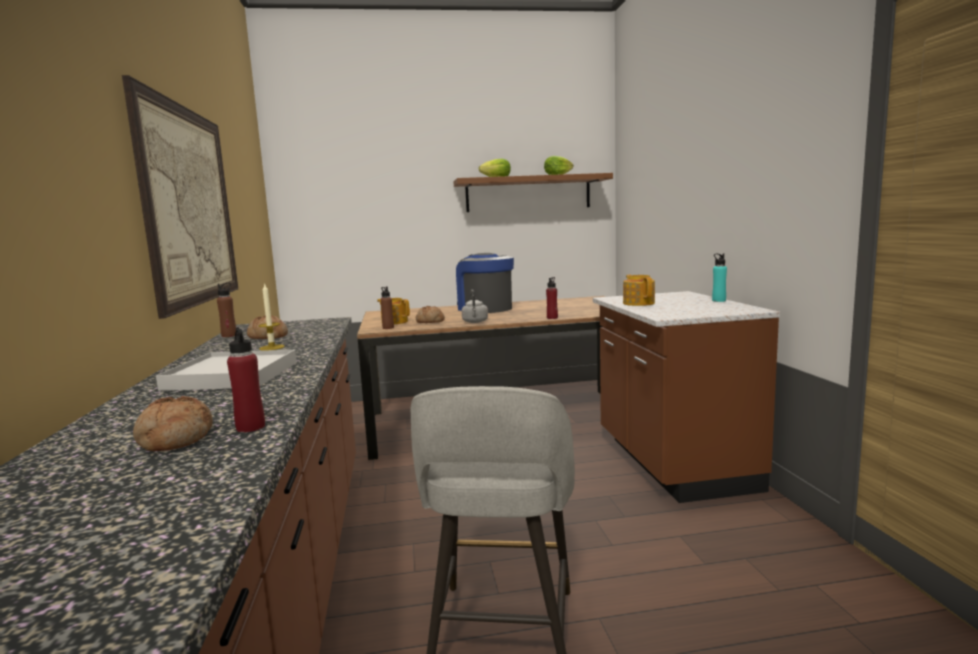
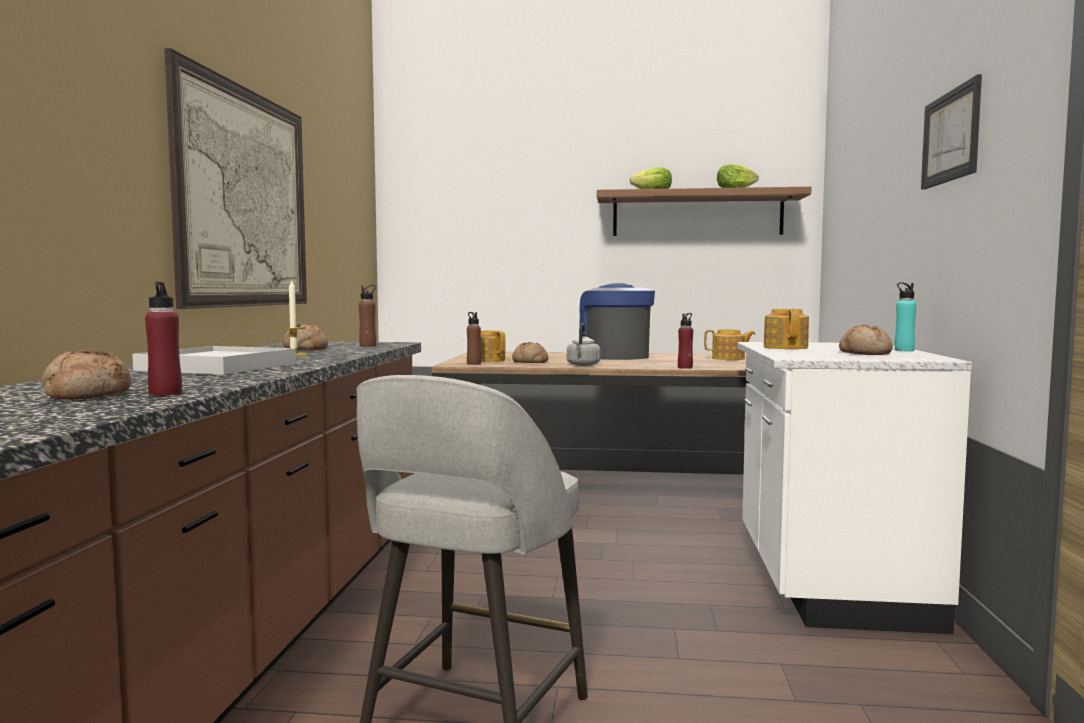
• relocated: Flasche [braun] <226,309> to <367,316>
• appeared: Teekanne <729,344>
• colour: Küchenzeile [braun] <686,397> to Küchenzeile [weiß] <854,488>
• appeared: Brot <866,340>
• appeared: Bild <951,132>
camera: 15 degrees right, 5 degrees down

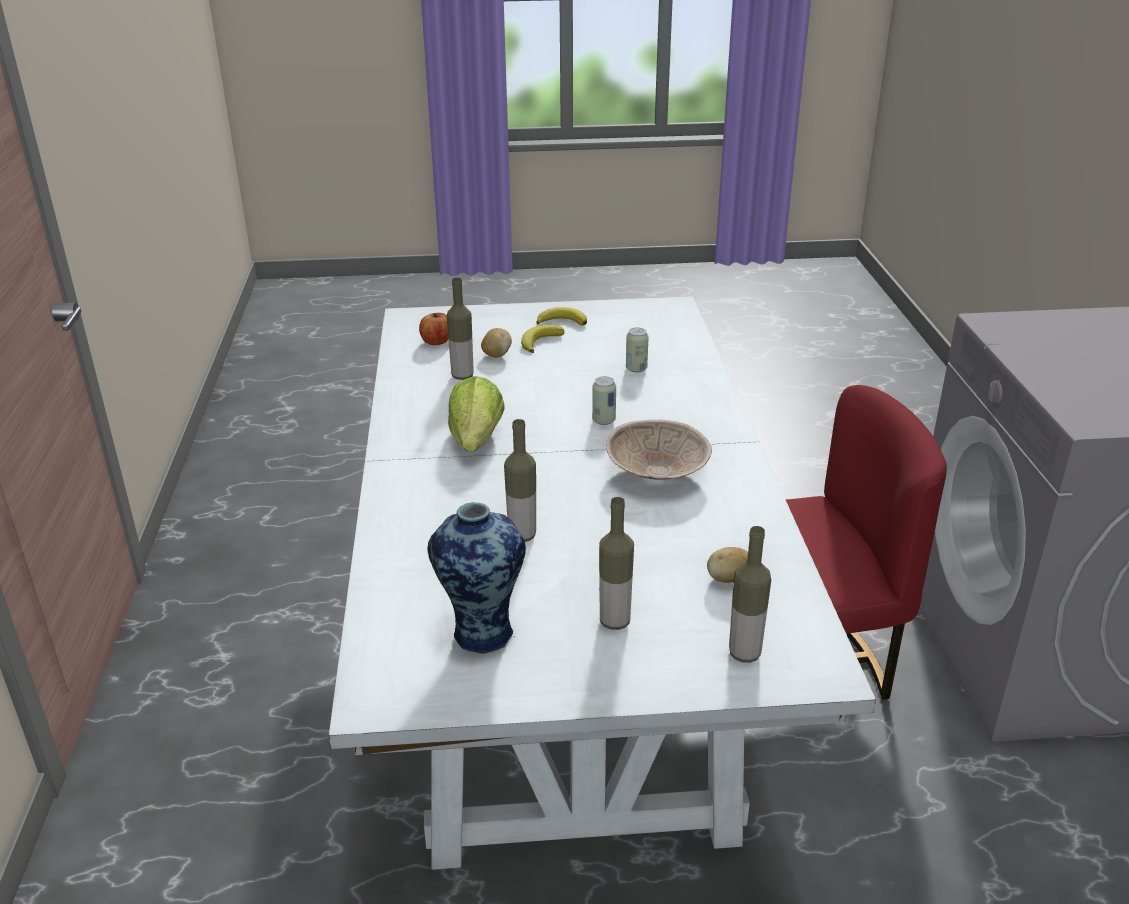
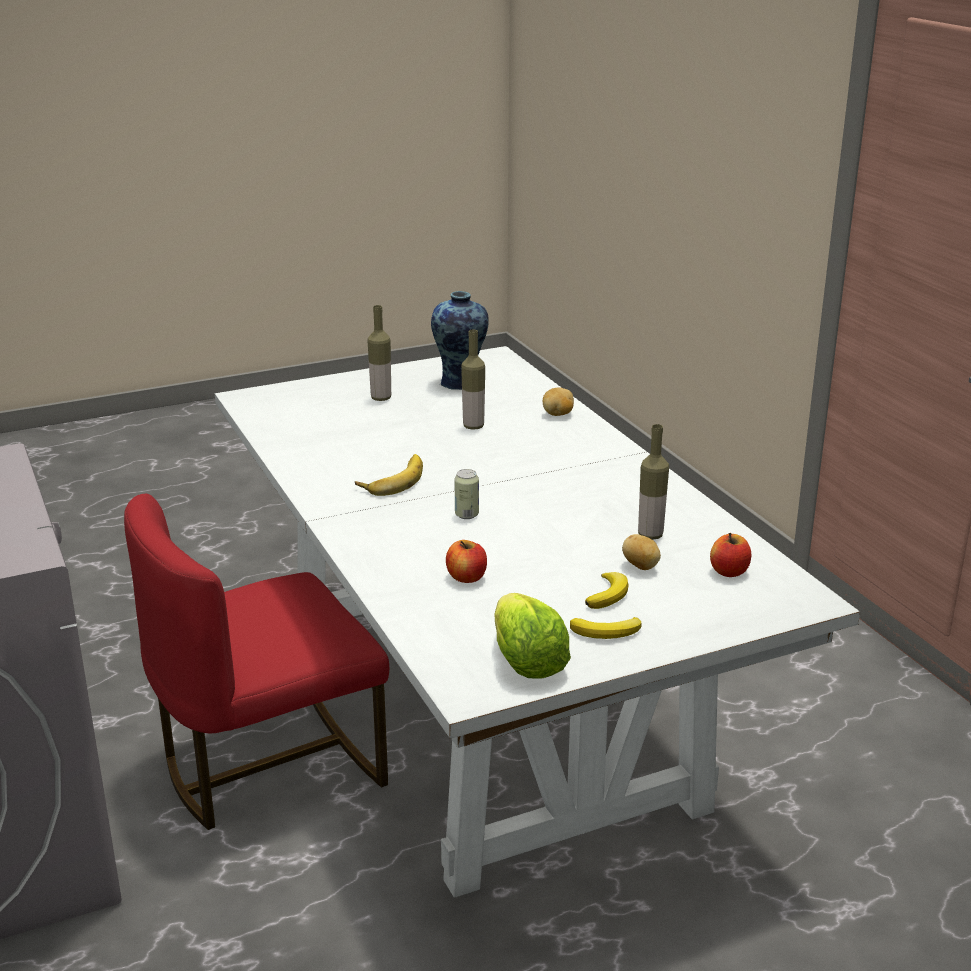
• exchanged: Schüssel [beige] <659,450> to Banane <389,475>
• exchanged: Dose <637,350> to Apfel <466,561>
• relocated: Salatkopf <476,413> to <532,636>
• relocated: Kartoffel <727,565> to <558,401>
• missing: Flasche <750,594>
camera: 160 degrees right, 5 degrees down

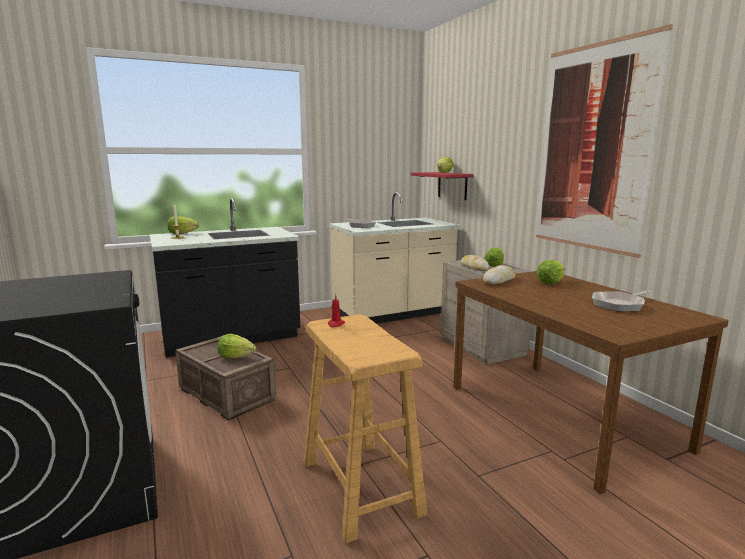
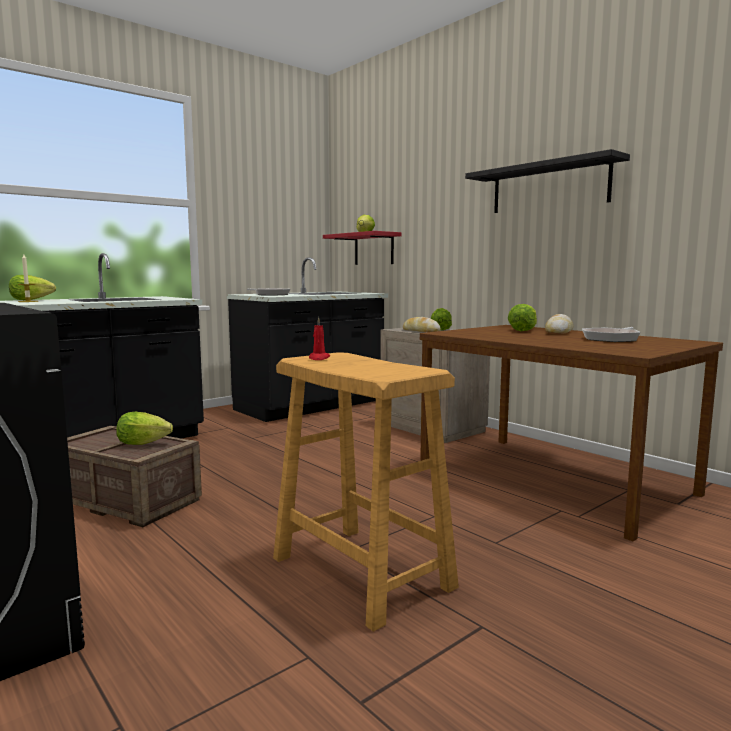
• colour: Küchenzeile [beige] <395,258> to Küchenzeile [schwarz] <307,339>
• exchanged: Bild <604,141> to Wandregal [schwarz] <547,181>
• relocated: Brot <499,275> to <559,324>
camera: 15 degrees left, 5 degrees down

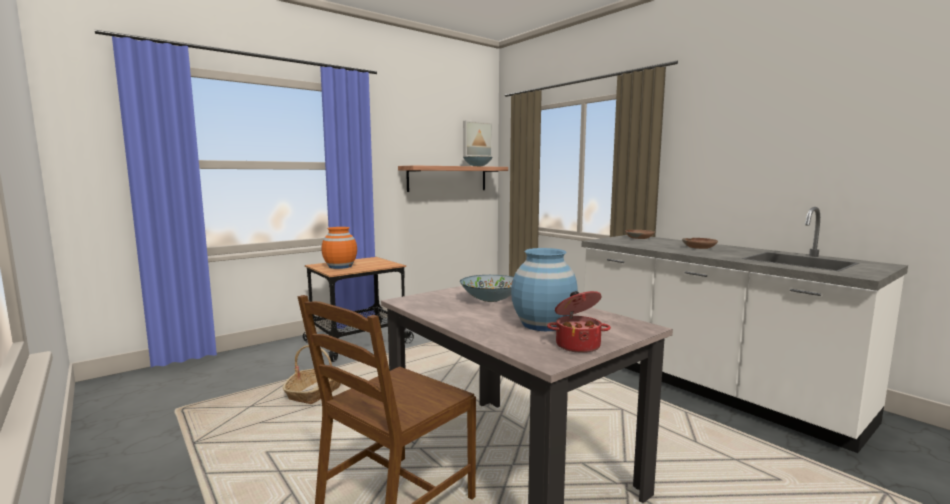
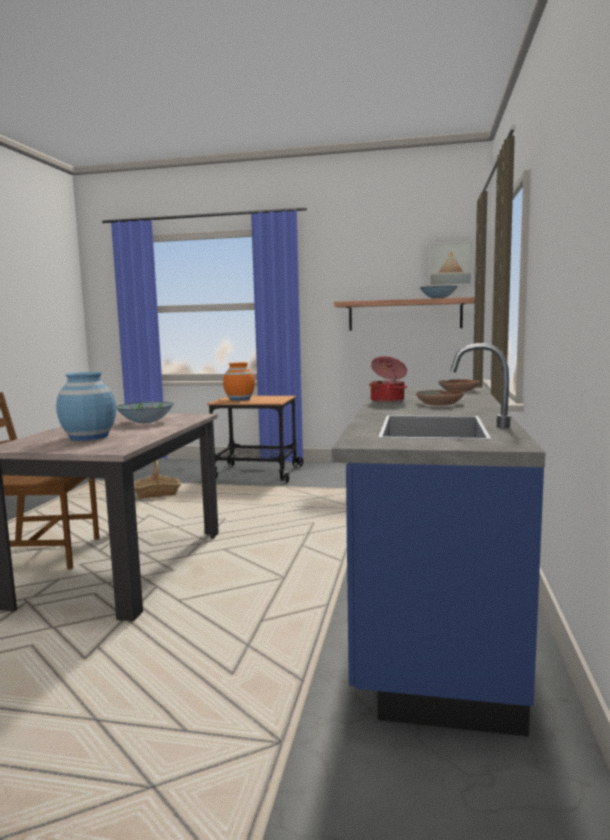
• colour: Küchenzeile [weiß] <745,330> to Küchenzeile [blau] <439,540>
• relocated: Kochtopf <579,322> to <388,379>
camera: 50 degrees right, 0 degrees up

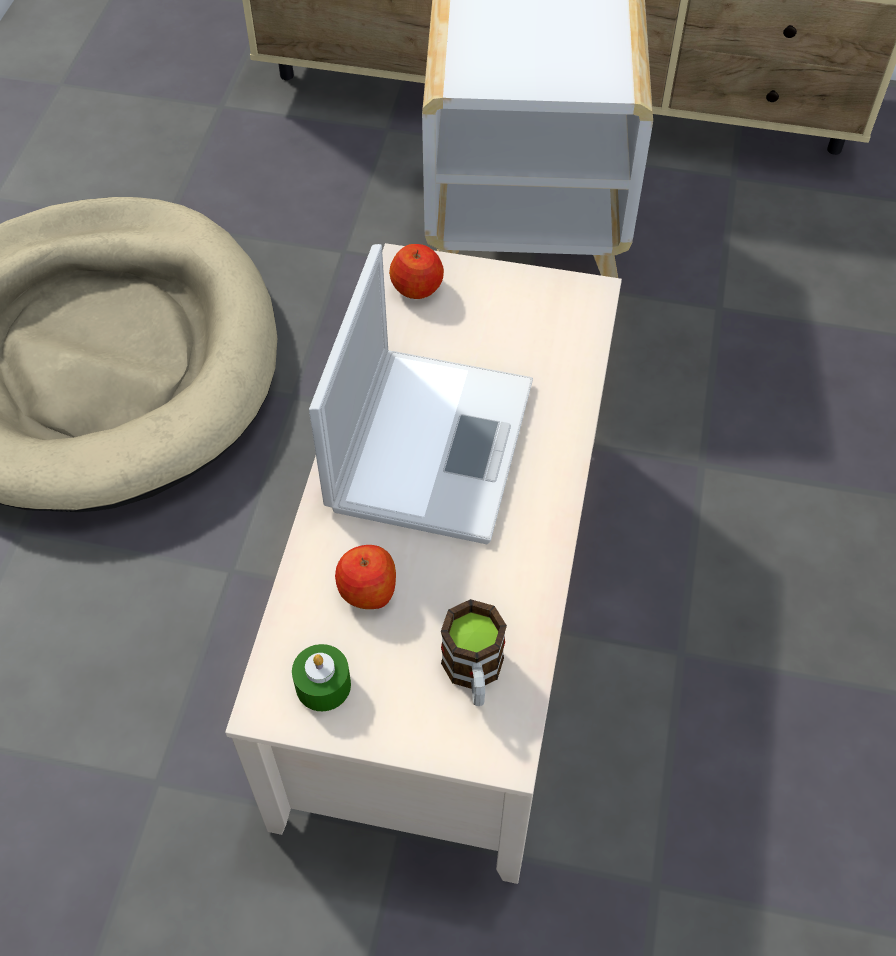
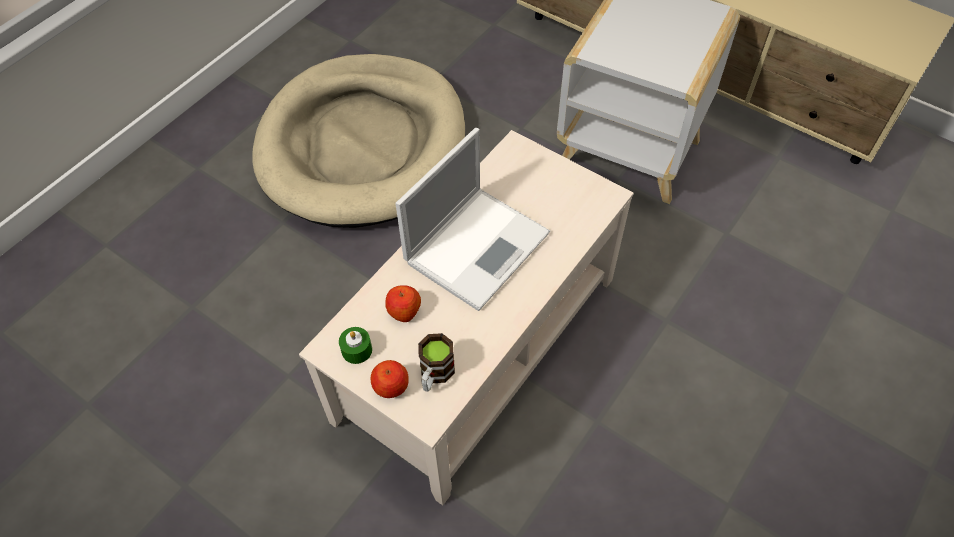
• relocated: Apfel <416,271> to <390,379>
camera: 25 degrees right, 0 degrees up

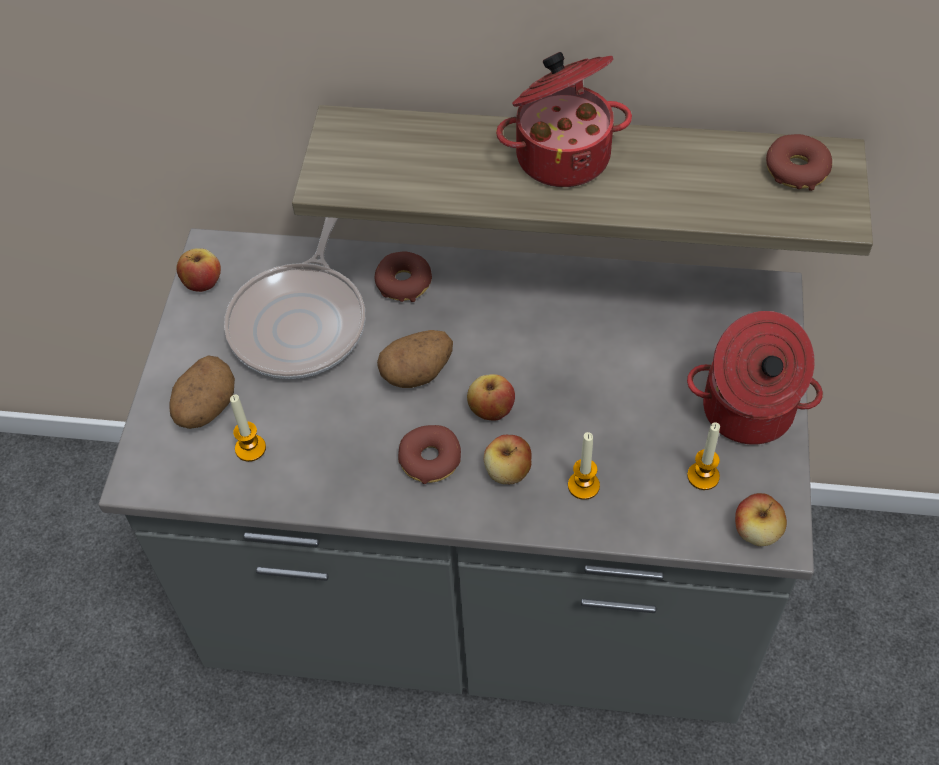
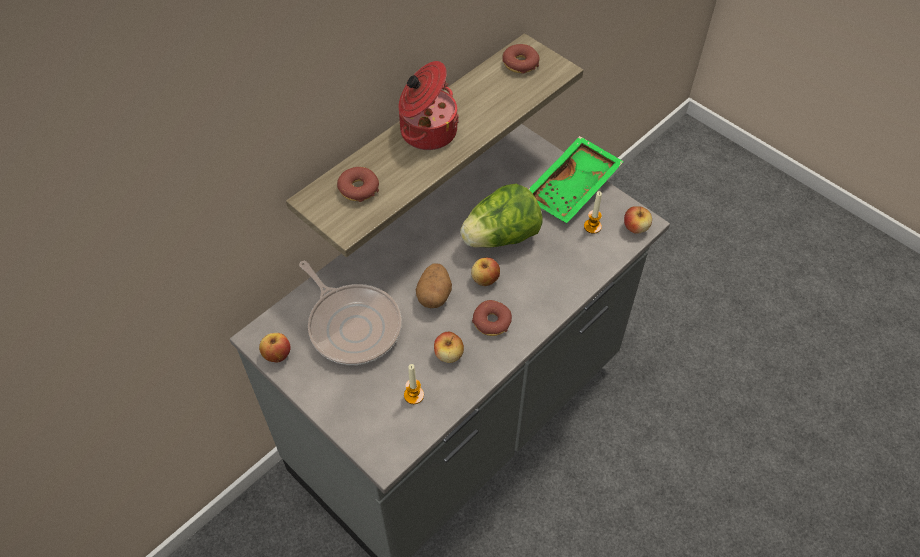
• relocated: Donut <403,277> to <358,184>
• relocated: Apfel <508,459> to <449,347>
• appeared: Salatkopf <501,216>
• exchanged: Kochtopf <755,378> to Tablett [grün] <576,179>
• missing: Kartoffel <202,392>
• missing: Kerze <584,466>
camera: 55 degrees left, 0 degrees up

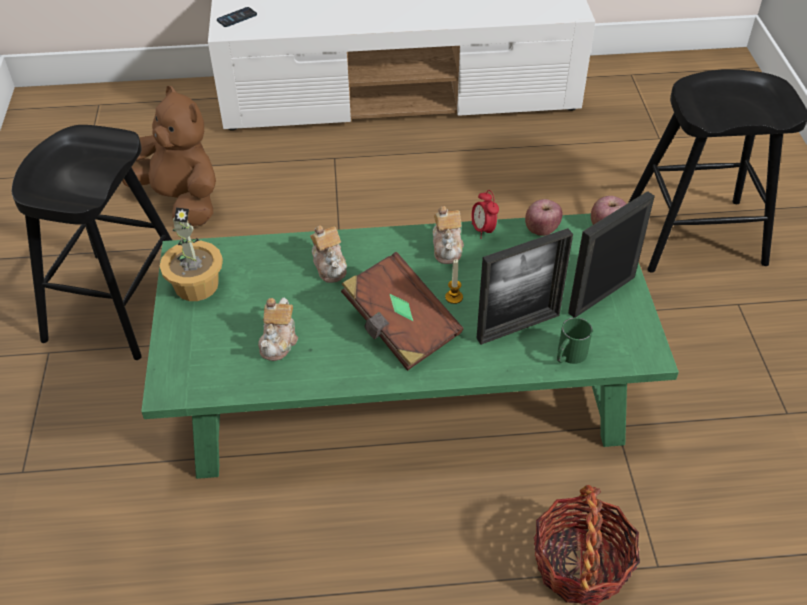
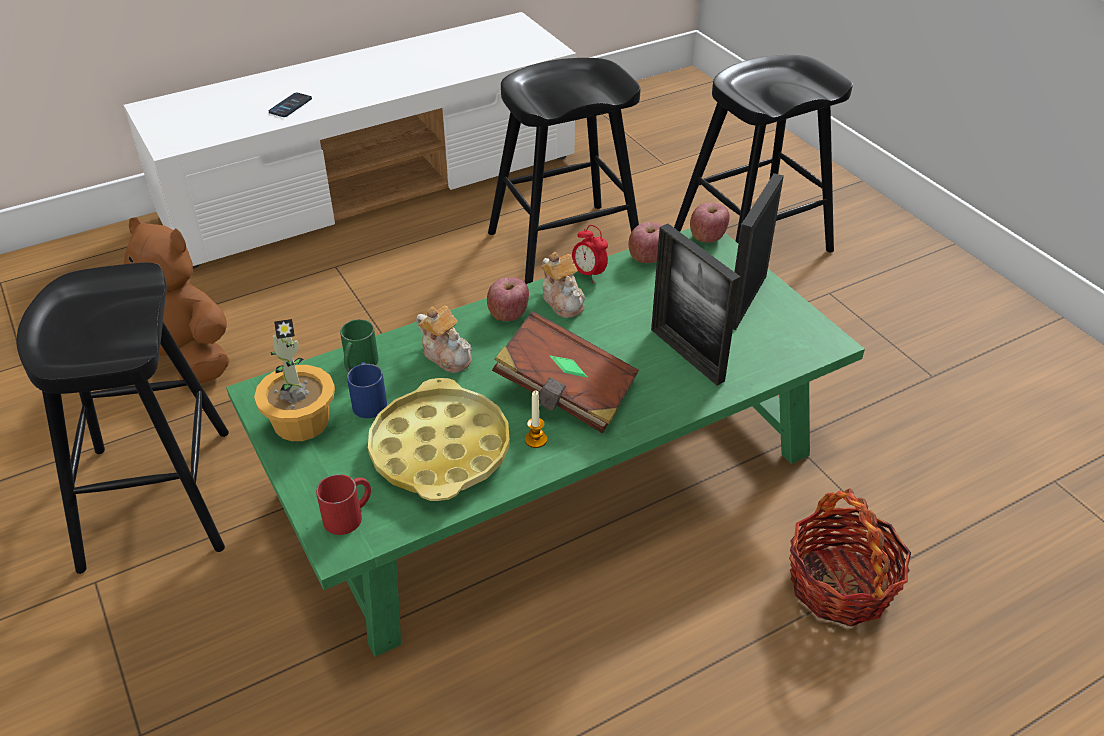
• relocated: Handy <237,17> to <290,105>
• appeared: Henkelbecher [rot] <343,504>
• relocated: Henkelbecher [grün] <575,340> to <359,345>
• appeared: Henkelbecher [blau] <367,390>
• exchanged: Teekanne <278,329> to Tablett [gelb] <439,439>
• appeared: Apfel <508,299>
• appeared: Hocker [schwarz] <564,171>
• relocated: Kerze <454,281> to <536,419>
• spun: Bilderrahmen <524,286> = <696,304> 105 degrees clockwise
camera: 25 degrees left, 5 degrees down

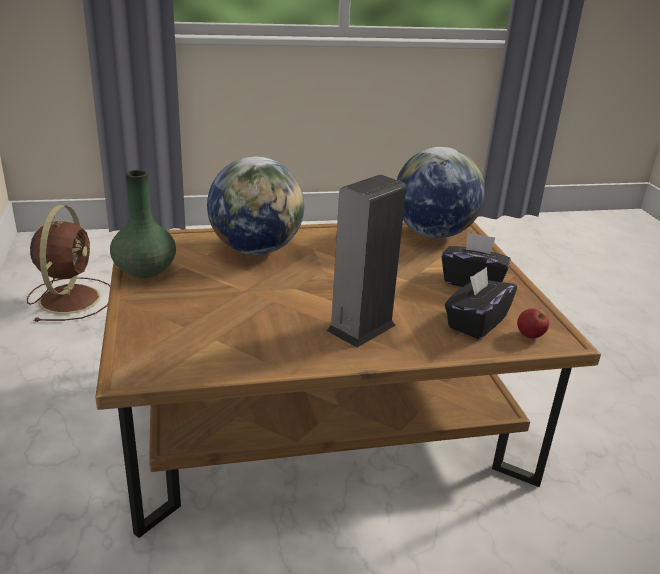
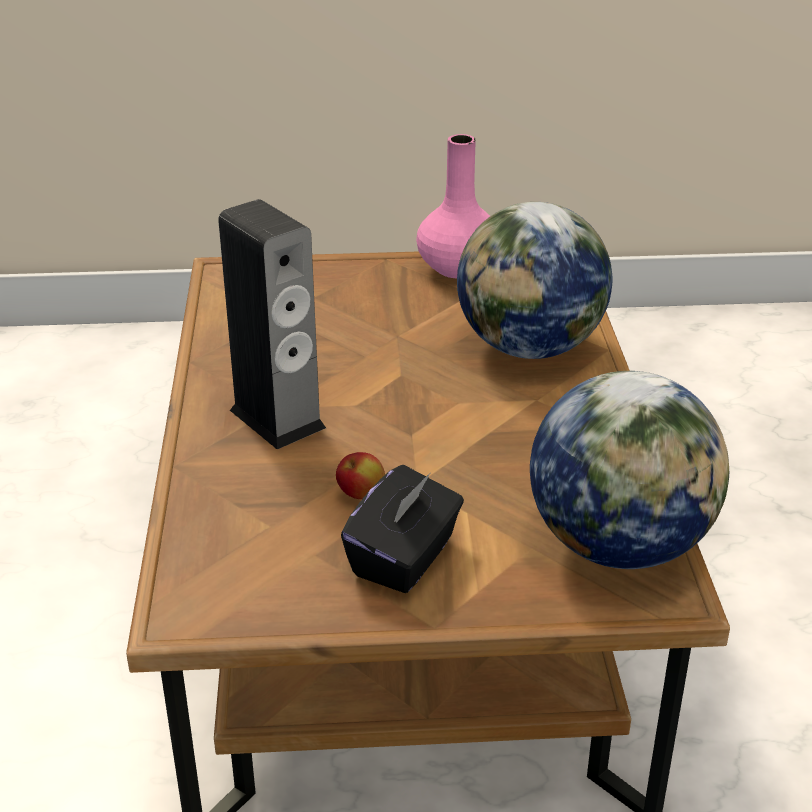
• relocated: Apfel <533,323> to <360,475>
• colour: Vase [grün] <143,224> to Vase [rosa] <453,206>
• missing: Ventilator [braun] <68,263>
• missing: Taschentuchbox [schwarz] <481,303>
camera: 100 degrees right, 5 degrees up

